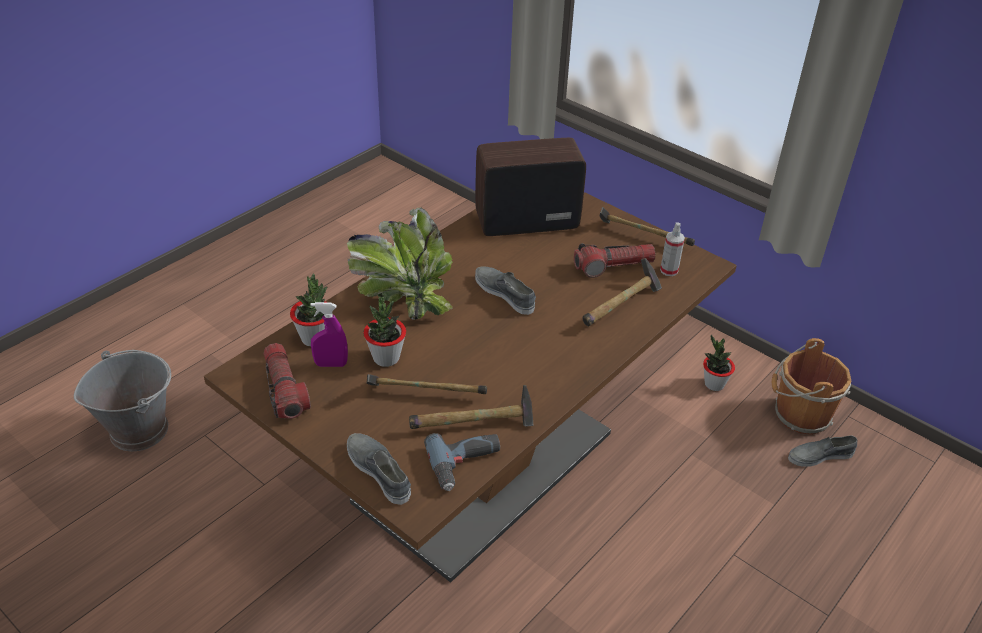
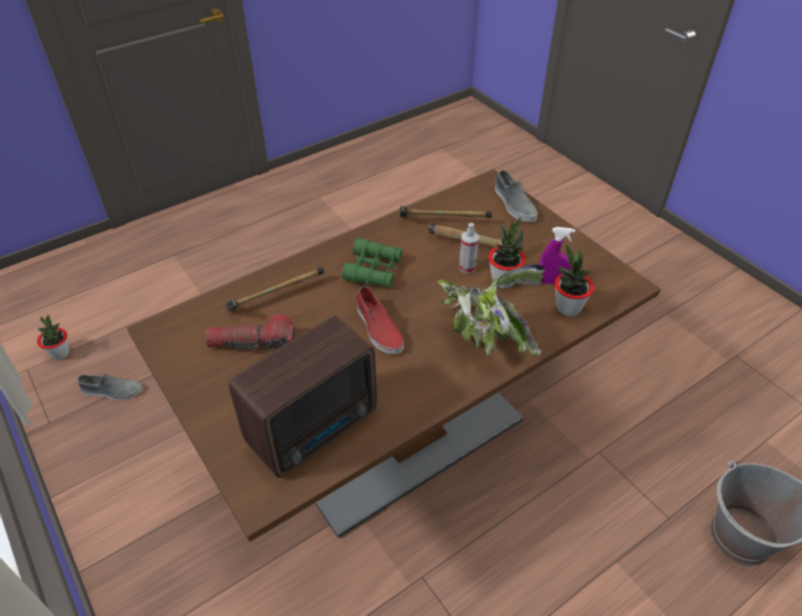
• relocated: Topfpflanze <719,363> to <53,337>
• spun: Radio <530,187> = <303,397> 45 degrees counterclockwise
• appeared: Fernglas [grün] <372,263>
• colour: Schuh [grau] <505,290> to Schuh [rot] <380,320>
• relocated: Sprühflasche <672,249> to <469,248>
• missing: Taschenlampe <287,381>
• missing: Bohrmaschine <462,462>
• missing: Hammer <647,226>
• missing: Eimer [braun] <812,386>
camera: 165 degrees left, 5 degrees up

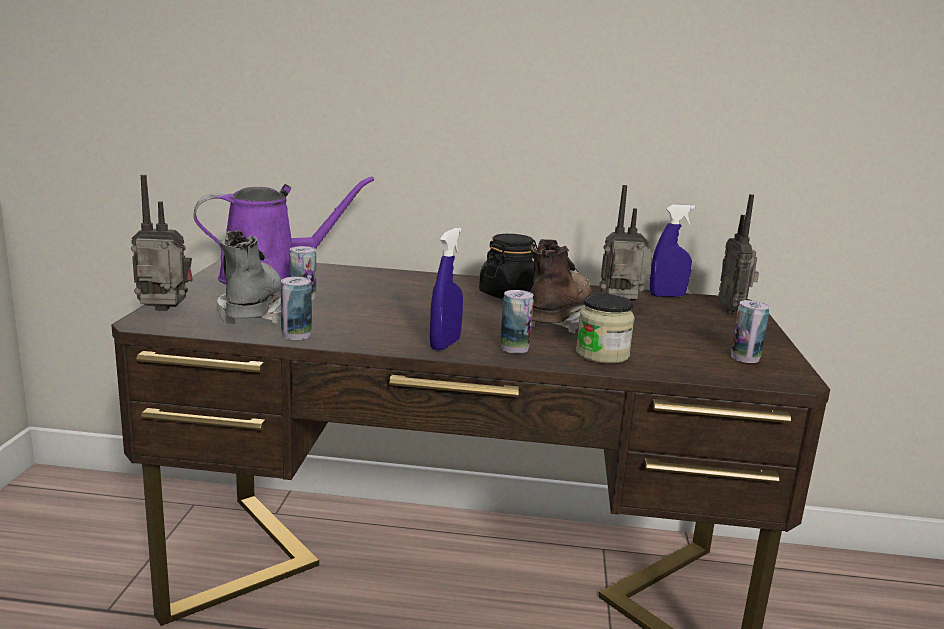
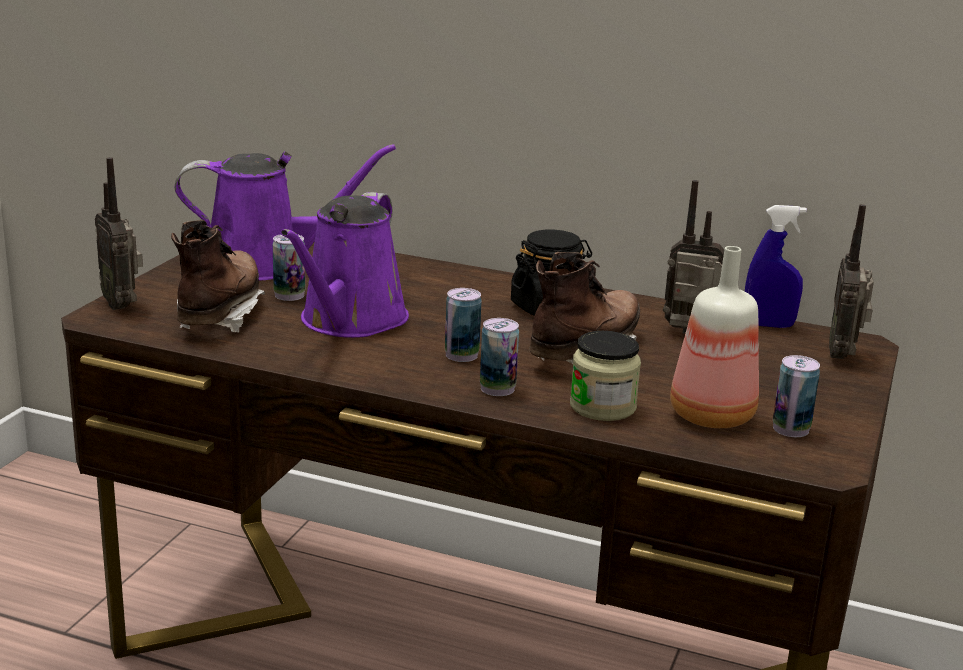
• spun: Radio <162,243> = <119,233> 135 degrees counterclockwise
• colour: Stiefel [grau] <249,278> to Stiefel [braun] <218,276>
• appeared: Gießkanne [lila] <344,265>
• relocated: Dose <296,308> to <463,325>
• appeared: Flasche <714,337>
• missing: Sprühflasche [blau] <446,289>
camera: 15 degrees right, 5 degrees up

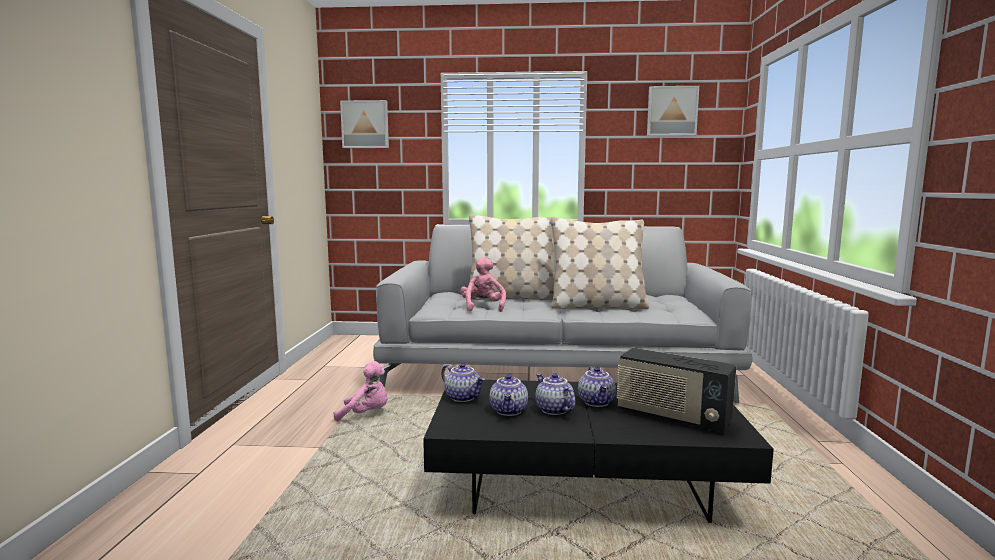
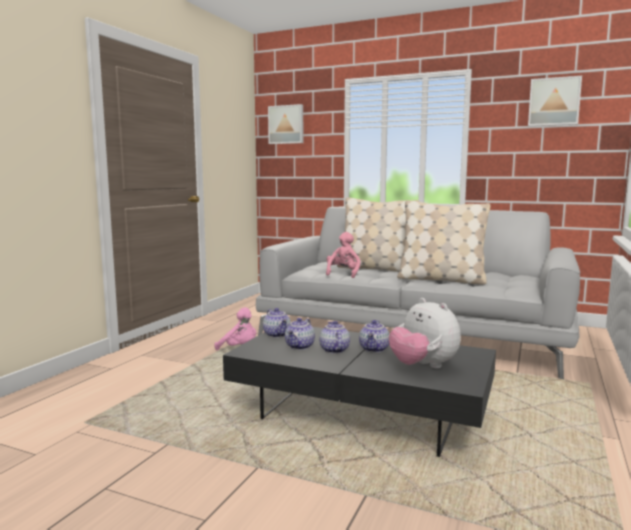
• exchanged: Radio <676,390> to Plüschtier <425,333>
camera: 20 degrees right, 0 degrees up

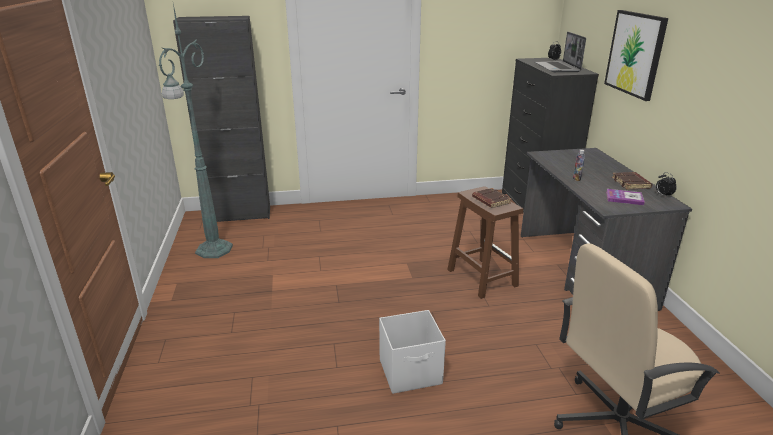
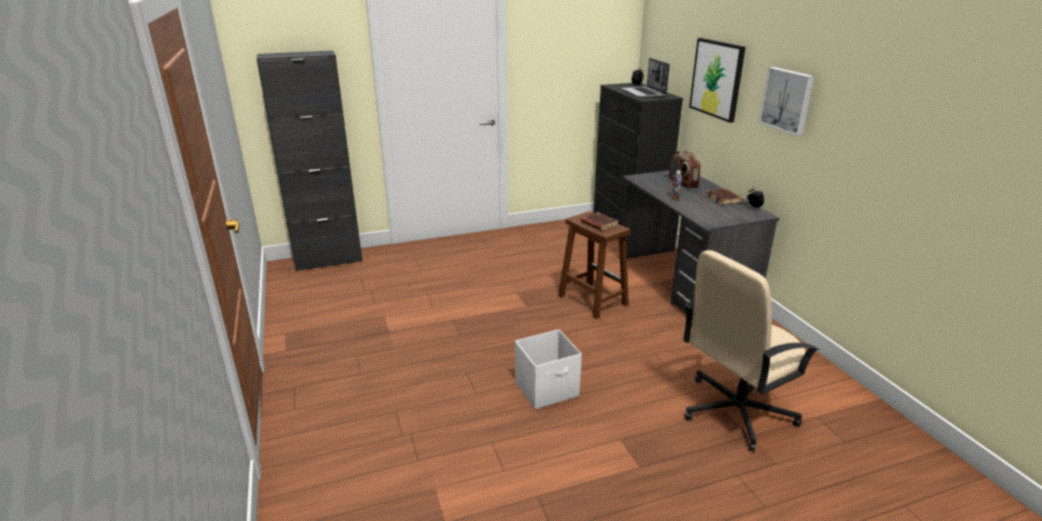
• appeared: Radio <685,169>
• appeared: Bild <787,101>
• missing: Stehlampe [grün] <196,131>
• missing: Buch <625,197>
camera: 10 degrees left, 0 degrees up

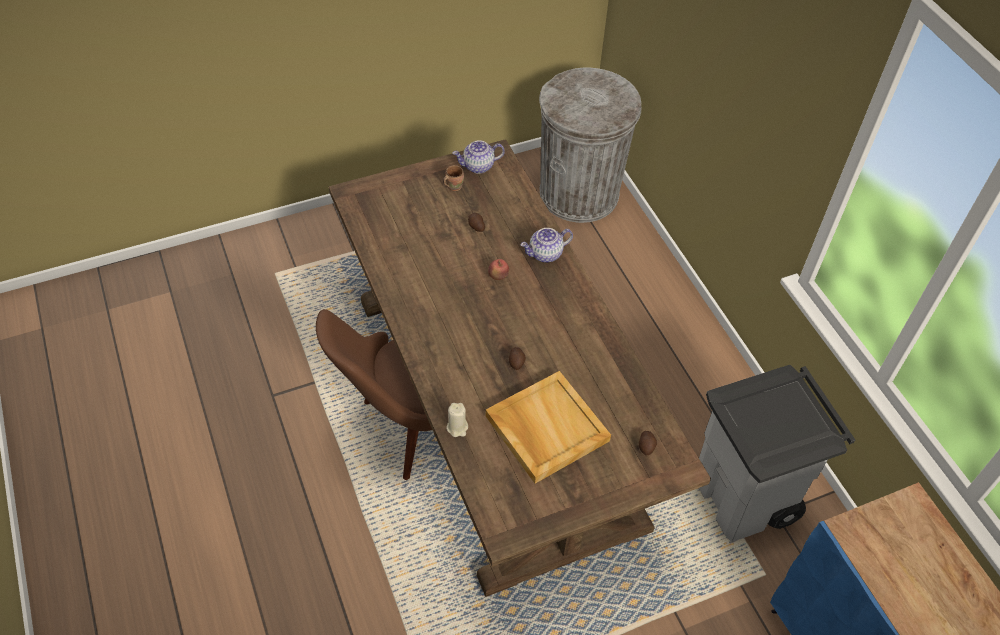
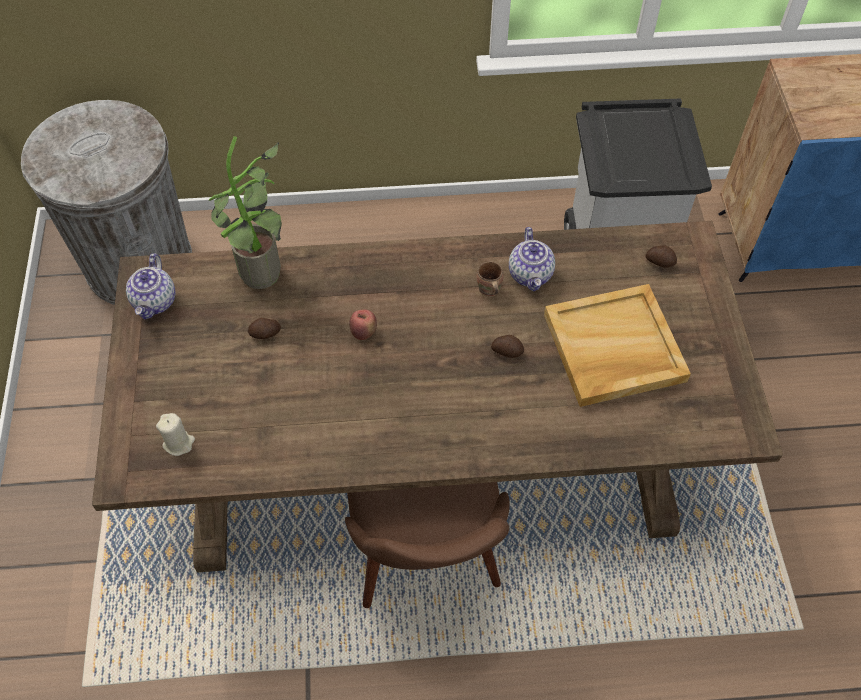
• relocated: Kerze [beige] <457,420> to <175,434>
• appeared: Topfpflanze <245,212>
• relocated: Henkelbecher [braun] <453,178> to <489,279>
• relocated: Teekanne <546,245> to <532,259>
camera: 70 degrees left, 5 degrees up

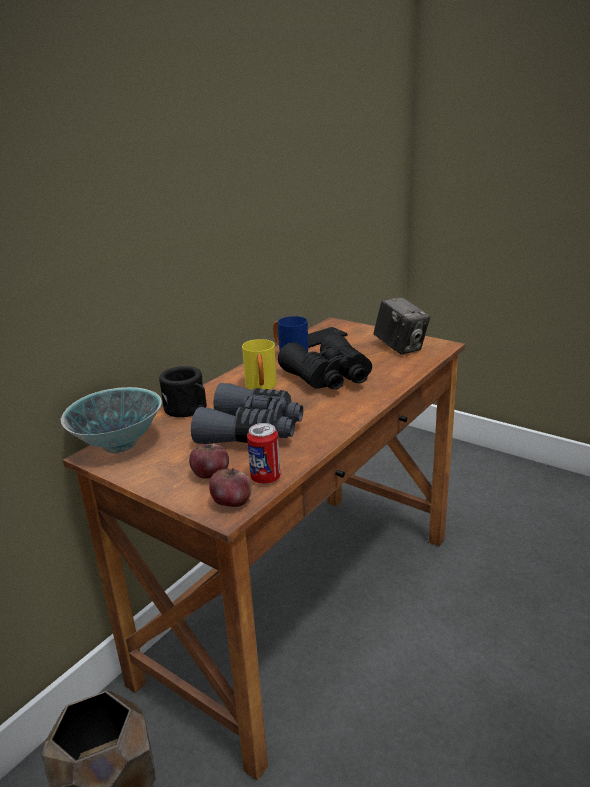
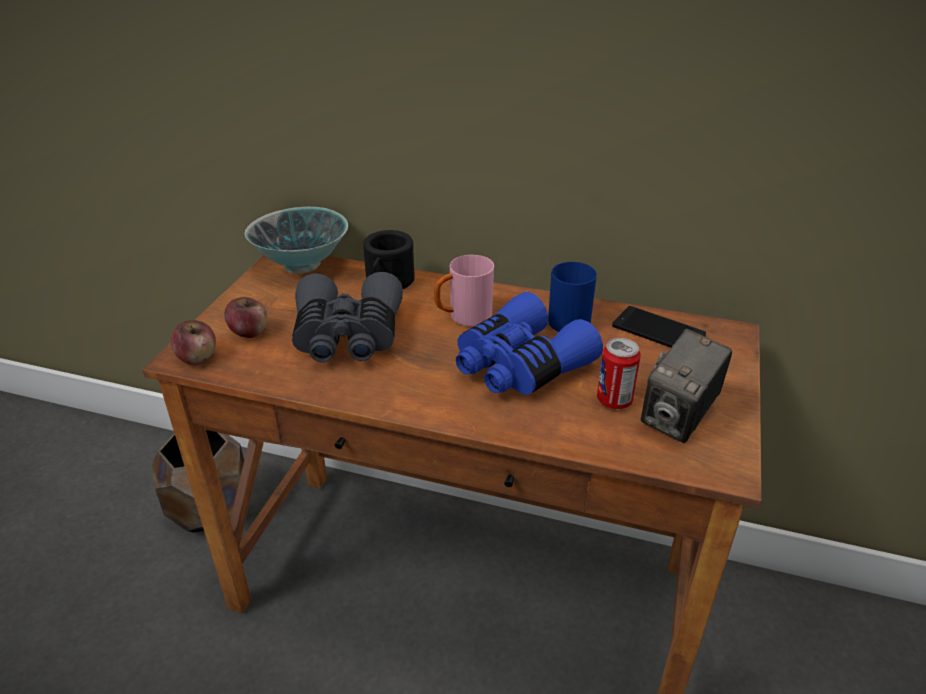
• colour: Henkelbecher [gelb] <259,364> to Henkelbecher [rosa] <464,290>
• colour: Fernglas [schwarz] <325,361> to Fernglas [blau] <529,343>
• relocated: Dose <263,453> to <619,373>
camera: 70 degrees right, 10 degrees up

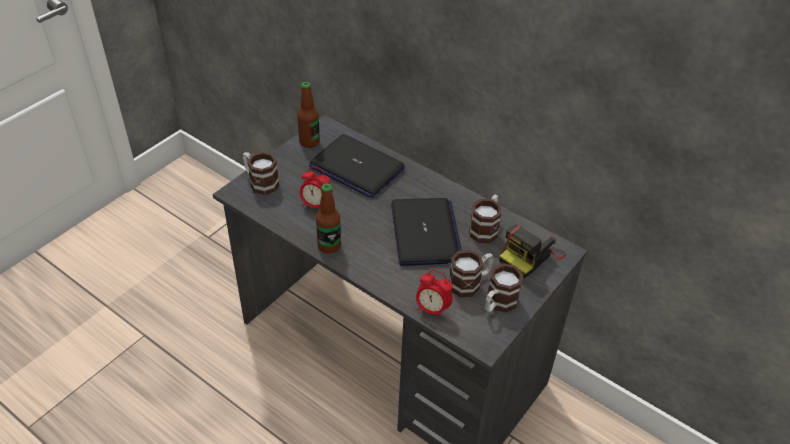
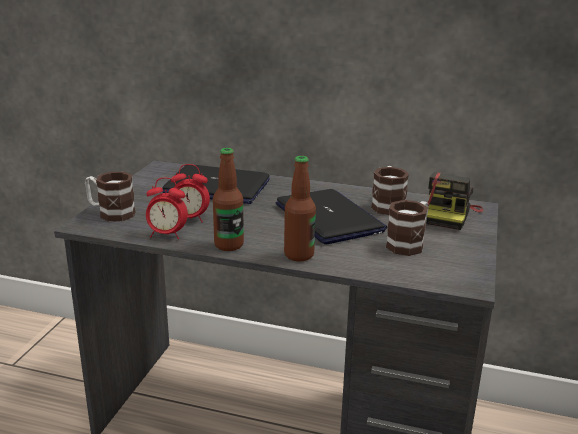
• relocated: Wecker <434,295> to <167,208>
• relocated: Flasche <308,115> to <300,208>
• missing: Henkelbecher <504,288>
camera: 20 degrees left, 20 degrees down

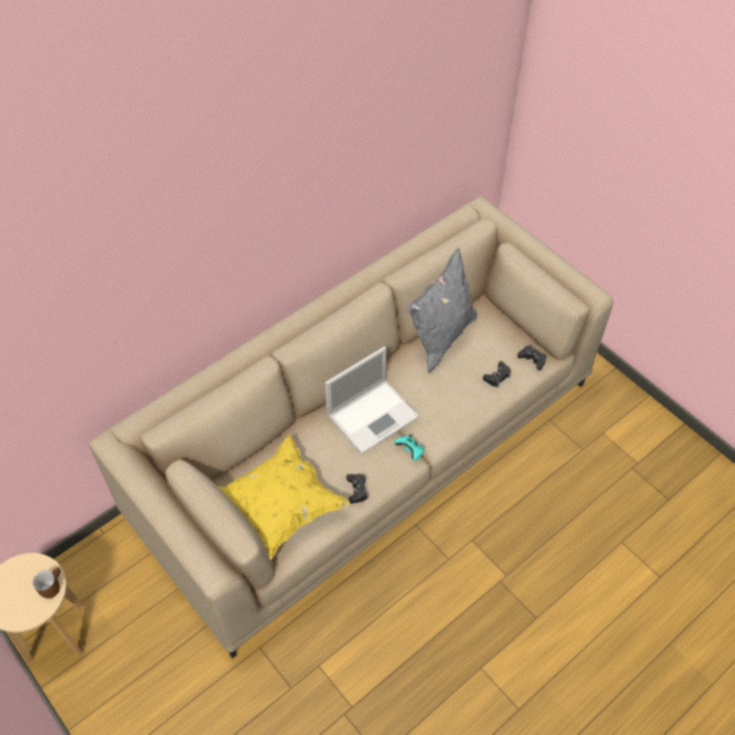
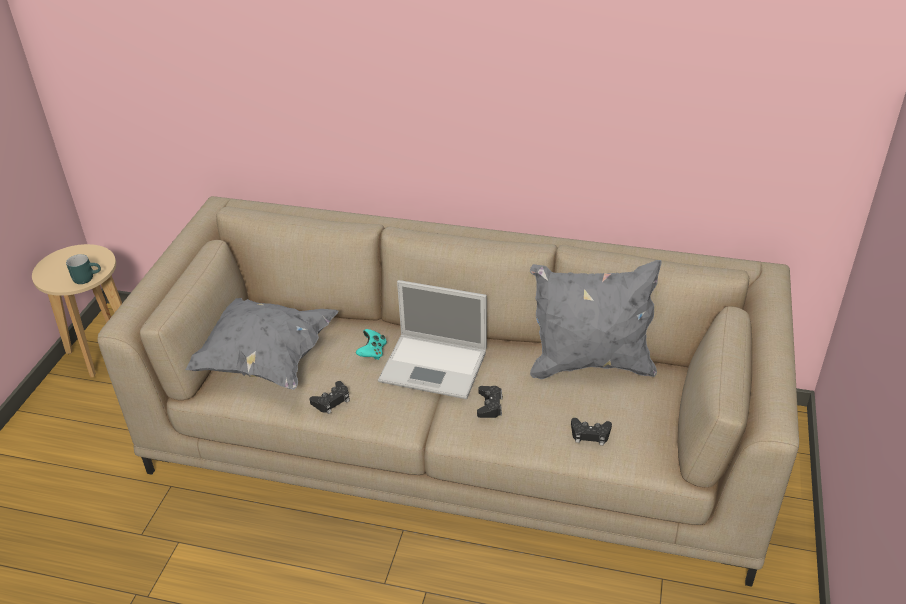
• colour: Henkelbecher [braun] <47,583> to Henkelbecher [türkis] <83,269>
• colour: Kissen [gelb] <284,497> to Kissen [grau] <262,344>
• relocated: Gamepad [türkis] <409,448> to <371,344>
• relocated: Gamepad [schwarz] <532,357> to <490,402>
camera: 55 degrees right, 15 degrees down

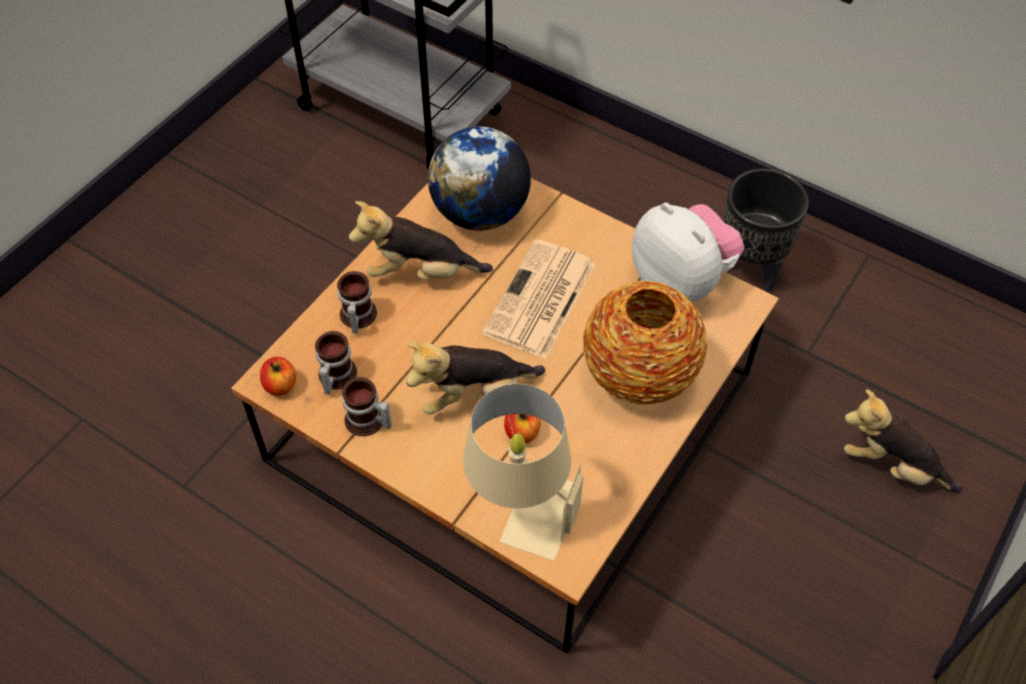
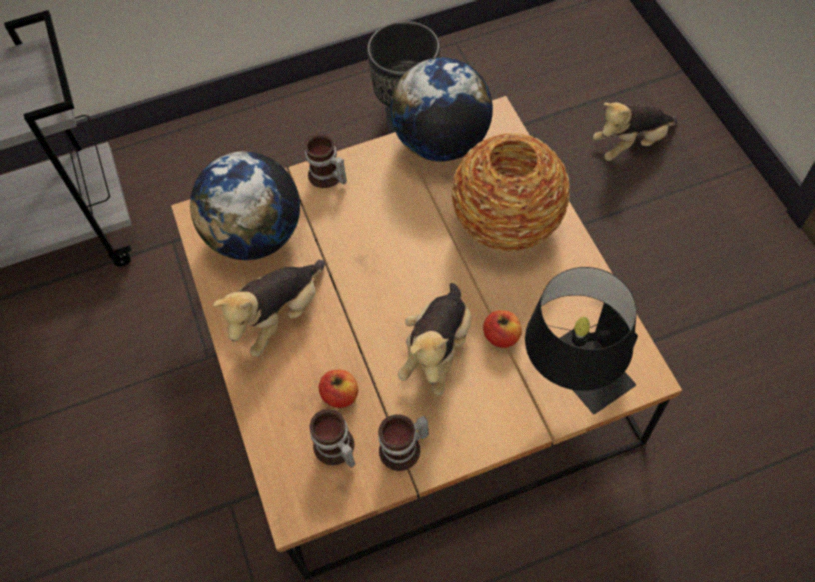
• relocated: Henkelbecher <357,302> to <326,161>
• relocated: Apfel <278,376> to <338,389>
• exchanged: Plüschtier <688,252> to Globus <442,109>
• colour: Tischlampe [beige] <523,472> to Tischlampe [schwarz] <581,340>
• missing: Zeitung <539,299>
camera: 50 degrees left, 5 degrees up

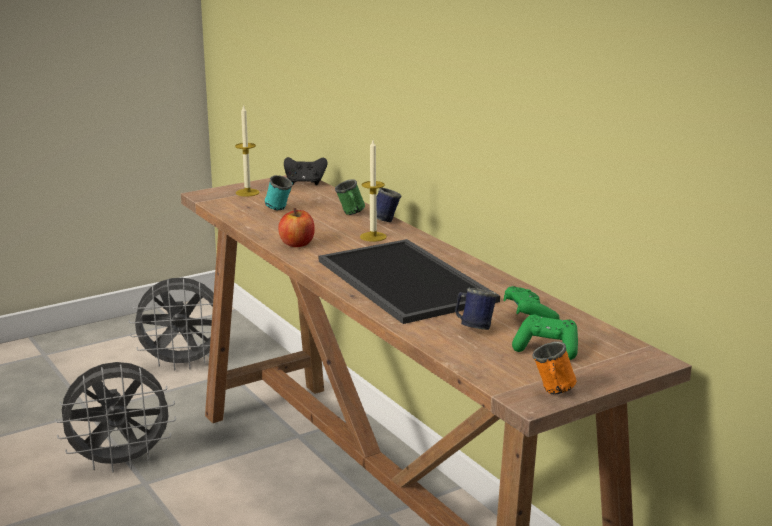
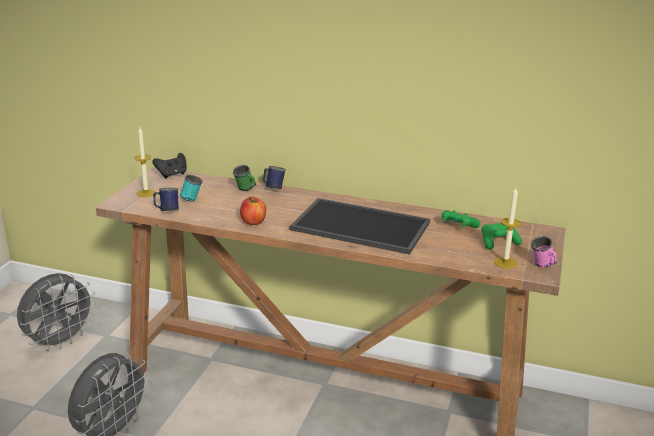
• relocated: Henkelbecher [blau] <476,309> to <166,199>
• relocated: Kerze <373,191> to <507,228>
• colour: Henkelbecher [orange] <555,367> to Henkelbecher [rosa] <544,252>
camera: 40 degrees left, 5 degrees up

